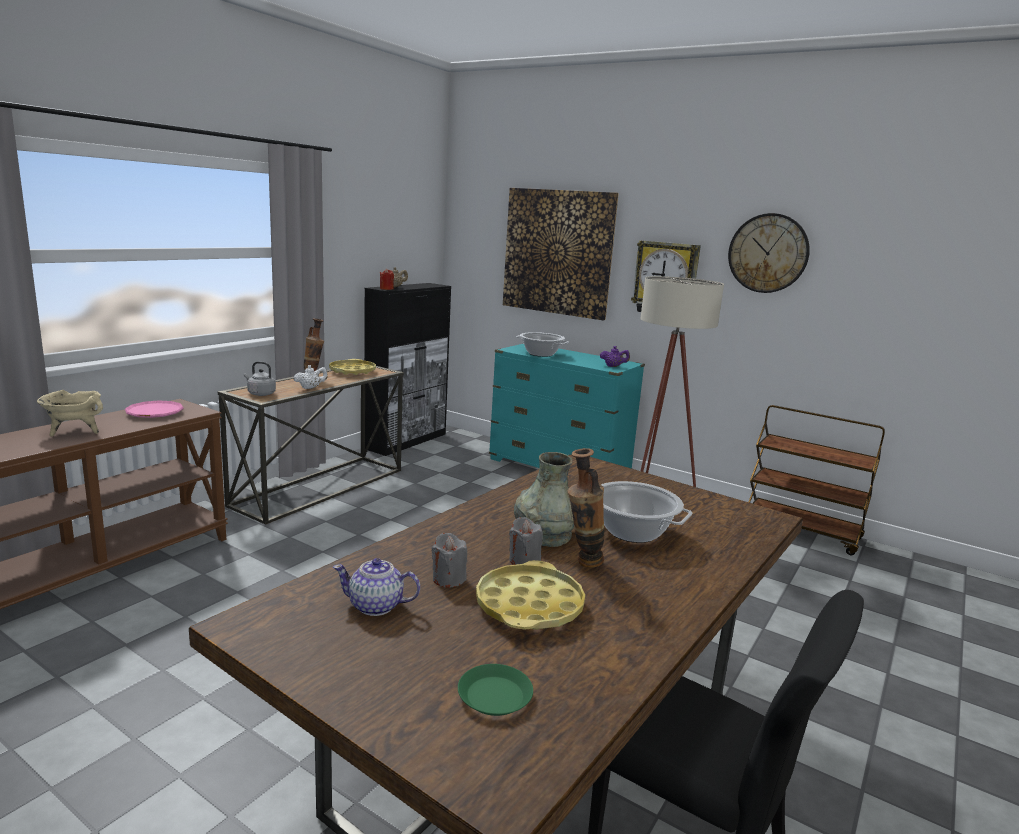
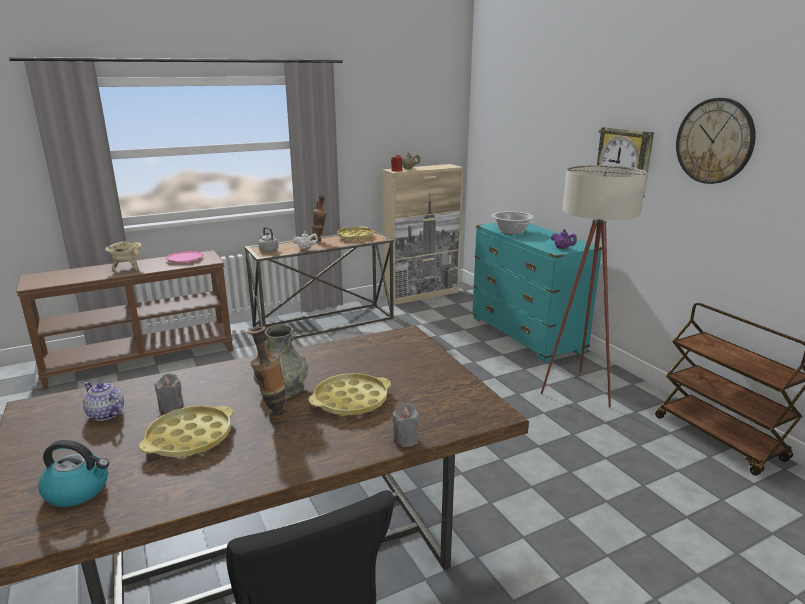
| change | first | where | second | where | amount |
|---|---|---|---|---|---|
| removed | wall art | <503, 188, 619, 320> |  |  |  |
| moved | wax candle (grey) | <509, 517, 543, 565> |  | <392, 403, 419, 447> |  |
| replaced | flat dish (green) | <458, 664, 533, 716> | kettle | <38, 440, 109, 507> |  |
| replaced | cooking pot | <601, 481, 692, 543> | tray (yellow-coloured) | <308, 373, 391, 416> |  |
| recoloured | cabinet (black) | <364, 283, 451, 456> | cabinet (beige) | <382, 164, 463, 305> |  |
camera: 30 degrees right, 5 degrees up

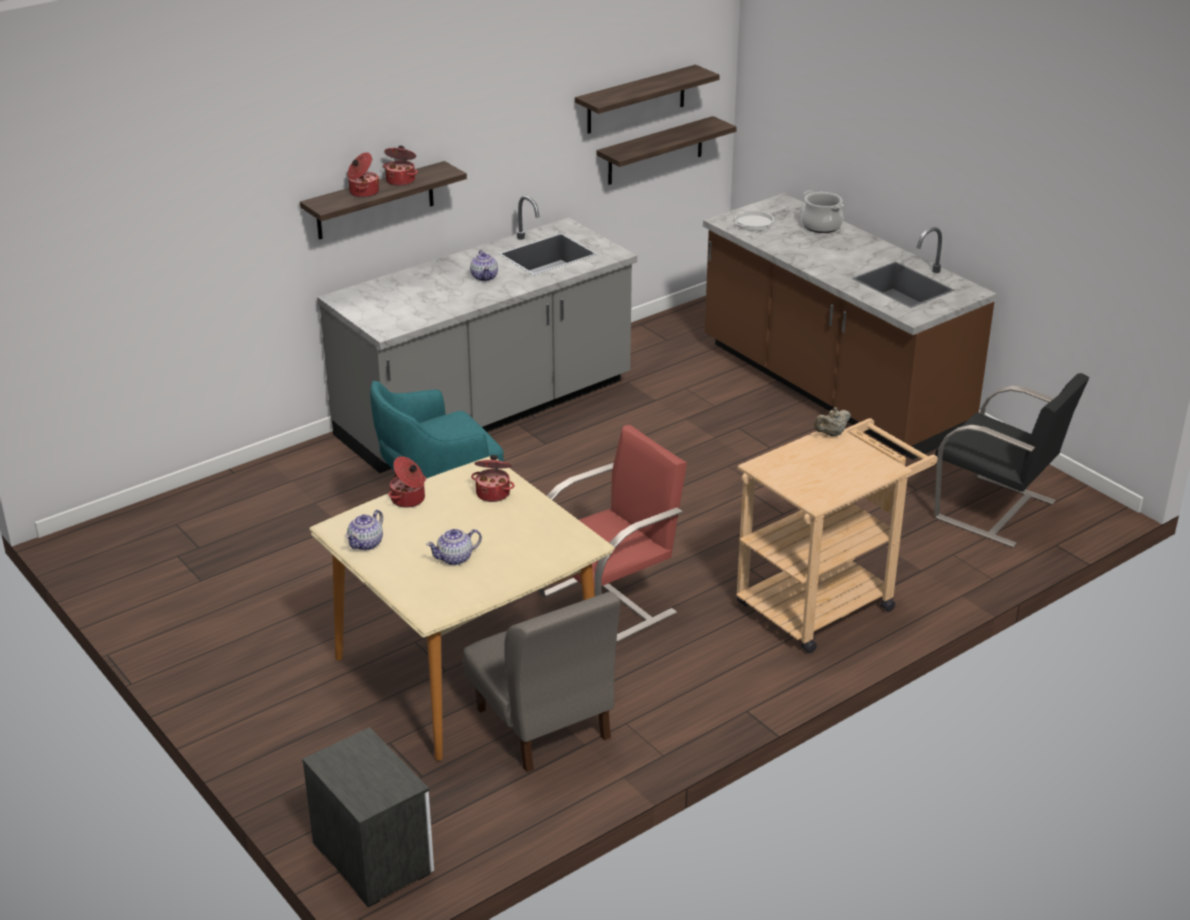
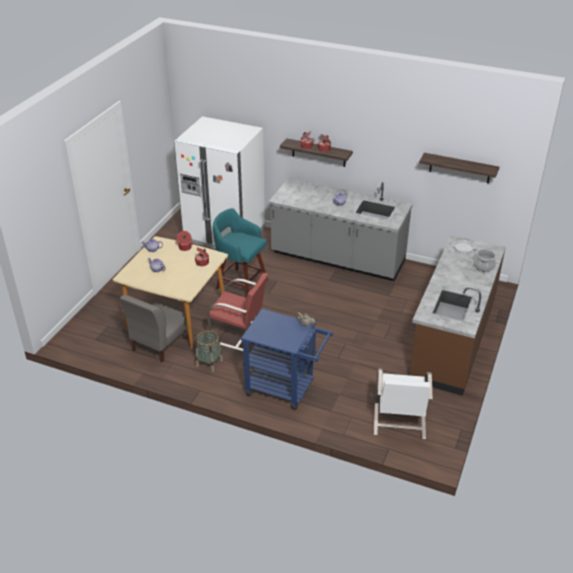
| change | first | where | second | where | amount |
|---|---|---|---|---|---|
| removed | nightstand | <302, 727, 434, 907> |  |  |  |
| removed | shelf | <597, 116, 737, 185> |  |  |  |
| added |  |  | kitchen fridge (white-coloured) | <174, 116, 265, 249> |  |
| added |  |  | household basket | <196, 330, 223, 372> |  |
| recoloured | trolley (beige) | <736, 418, 938, 653> | trolley (bluish) | <241, 309, 333, 410> |  |
| recoloured | upright chair (black) | <934, 373, 1089, 548> | upright chair (white-coloured) | <374, 368, 433, 439> |  |
camera: 60 degrees right, 5 degrees up

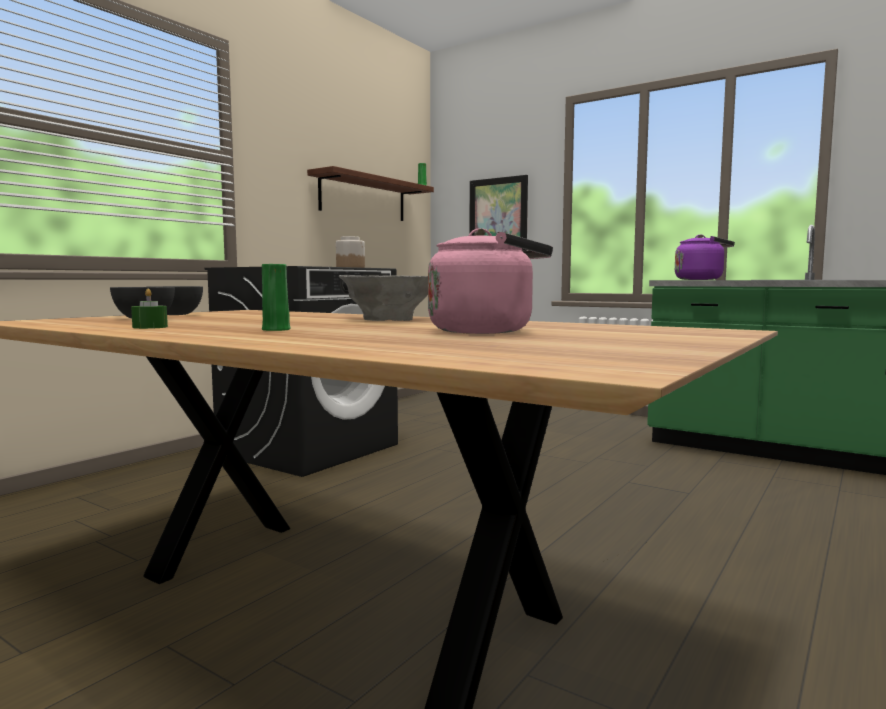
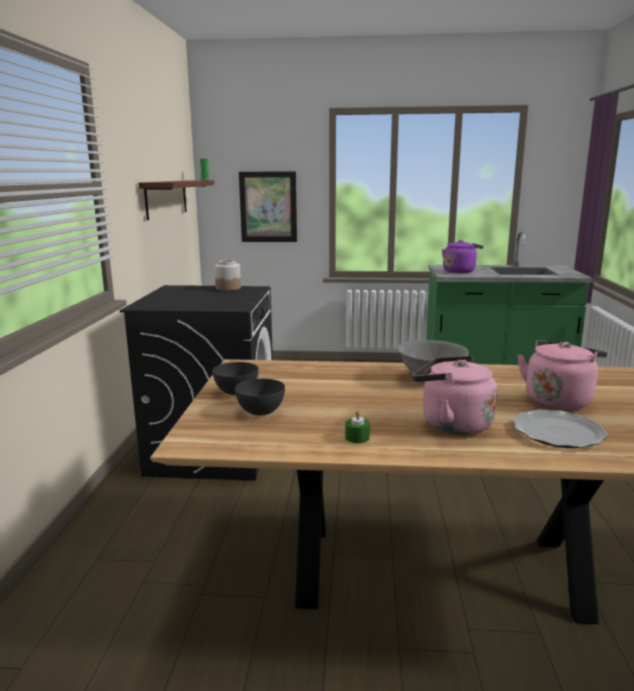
| change | first | where | second | where | amount |
|---|---|---|---|---|---|
| added |  |  | flat dish | <512, 409, 608, 448> |  |
| replaced | decorative vase (green) | <262, 264, 290, 331> | kettle (pink-coloured) | <413, 356, 497, 435> |  |
camera: 30 degrees left, 10 degrees up

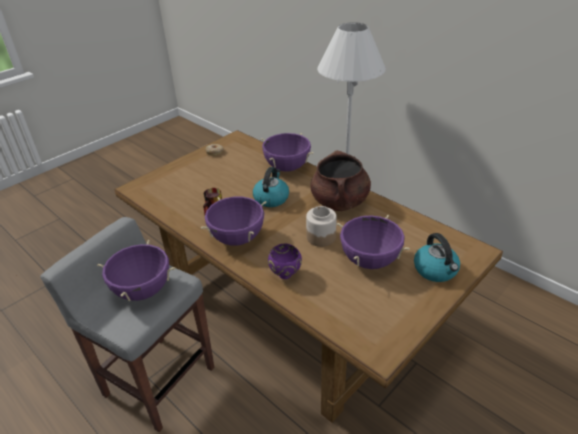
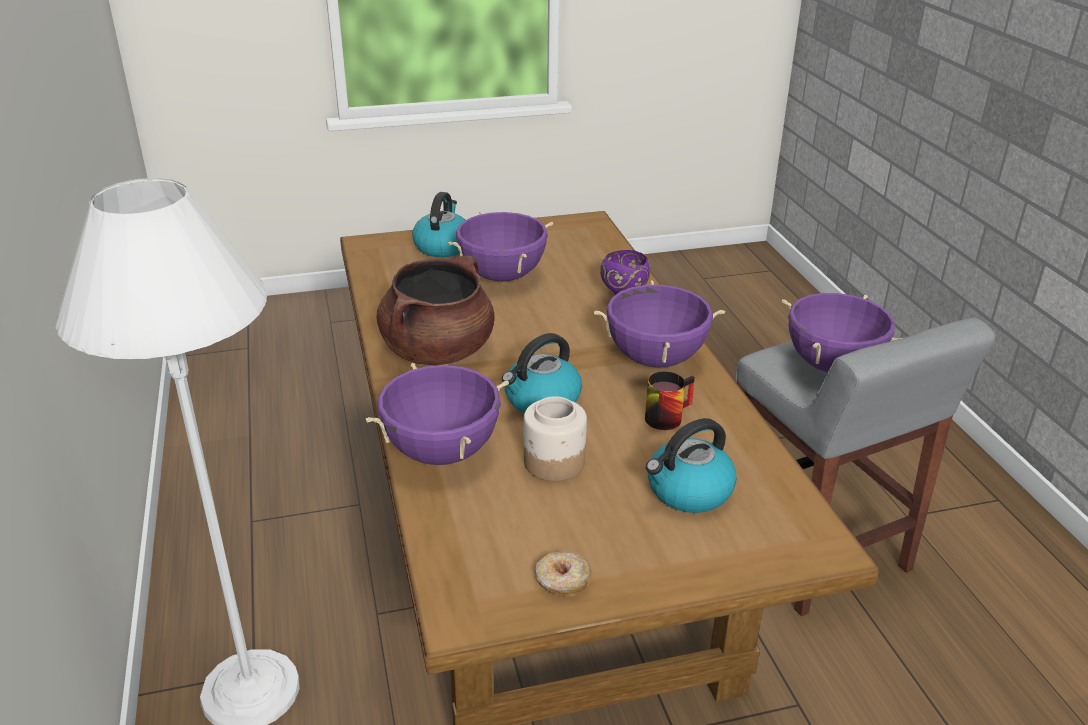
| change | first | where | second | where | amount |
|---|---|---|---|---|---|
| added |  |  | kettle | <646, 418, 737, 513> |  |
| moved | preserve jar | <306, 206, 337, 247> |  | <524, 396, 587, 481> |  |
camera: 150 degrees left, 5 degrees down

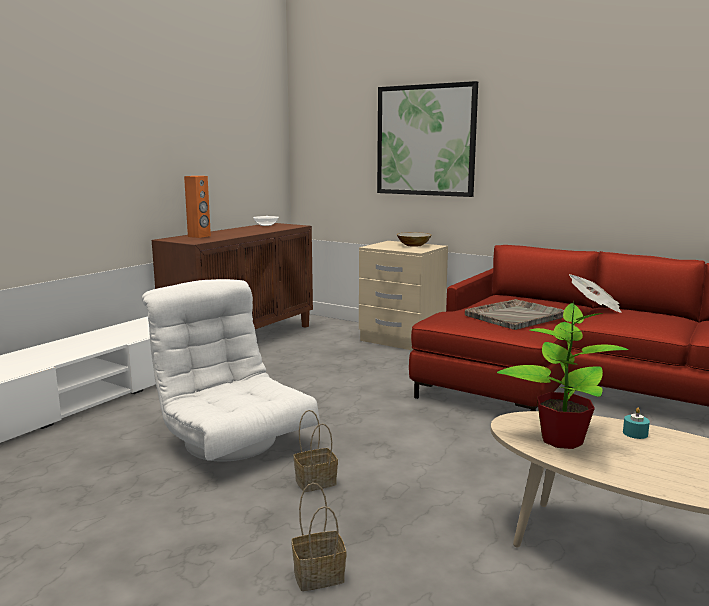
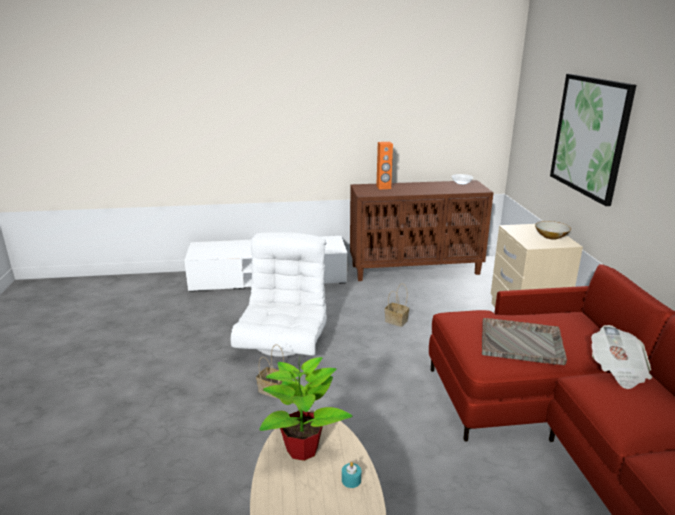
| change | first | where | second | where | amount |
|---|---|---|---|---|---|
| moved | household basket | <291, 483, 347, 591> |  | <385, 284, 409, 327> |  |
camera: 50 degrees right, 10 degrees up

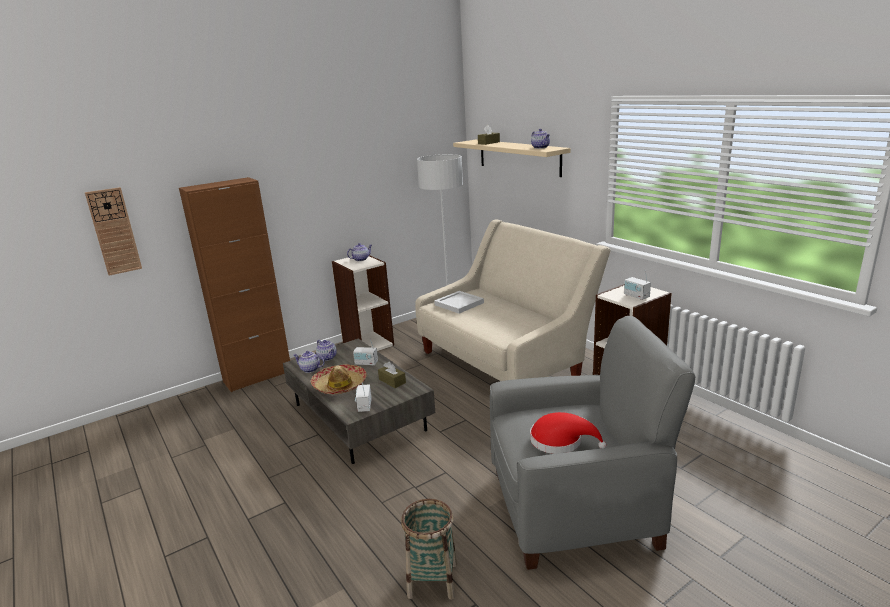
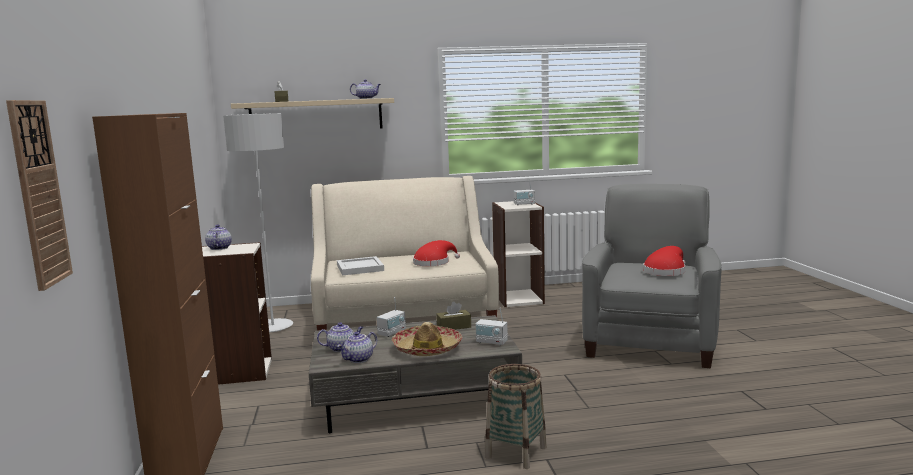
| change | first | where | second | where | amount |
|---|---|---|---|---|---|
| added |  |  | clothing hat (reddish) | <413, 240, 460, 266> |  |
| moved | household basket | <401, 499, 457, 600> |  | <485, 364, 547, 469> |  |
camera: 65 degrees left, 10 degrees down

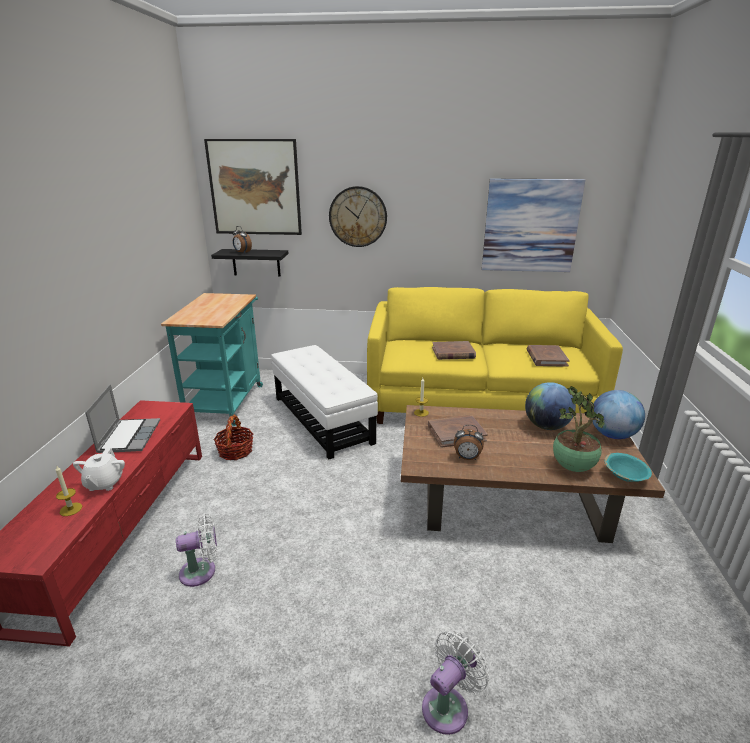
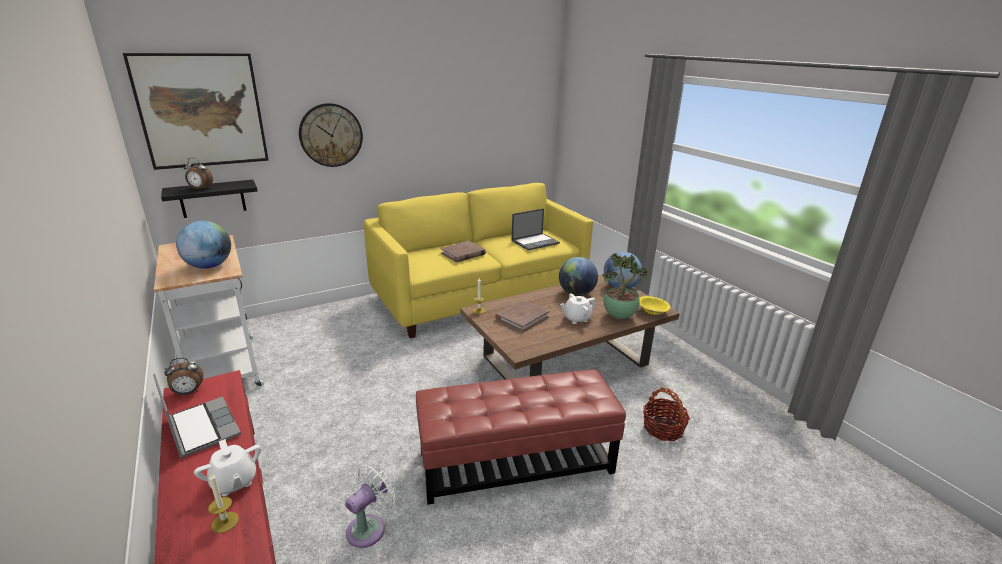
| change | first | where | second | where | amount |
|---|---|---|---|---|---|
| removed | ottoman (white-coloured) | <271, 345, 378, 459> |  |  |  |
| removed | electric fan (white-coloured) | <422, 630, 489, 735> |  |  |  |
| removed | wall art | <482, 179, 585, 272> |  |  |  |
| added |  |  | world globe | <176, 221, 231, 269> |  |
| added |  |  | ottoman (reddish) | <416, 369, 626, 505> |  |
| added |  |  | teapot (white-coloured) | <560, 293, 596, 324> |  |
| moved | household basket | <213, 414, 254, 460> |  | <643, 387, 690, 441> |  |
| moved | table clock | <454, 425, 484, 460> |  | <164, 358, 204, 396> |  |
| replaced | book (brown-coloured) | <527, 345, 570, 367> | notebook computer | <511, 208, 560, 251> |  |
| recoloured | trolley (turquoise-coloured) | <161, 293, 263, 426> | trolley (white-coloured) | <154, 235, 264, 388> |  |
| recoloured | deep dish (turquoise-coloured) | <604, 453, 652, 482> | deep dish (yellow-coloured) | <639, 296, 671, 315> |  |
camera: 35 degrees left, 0 degrees up

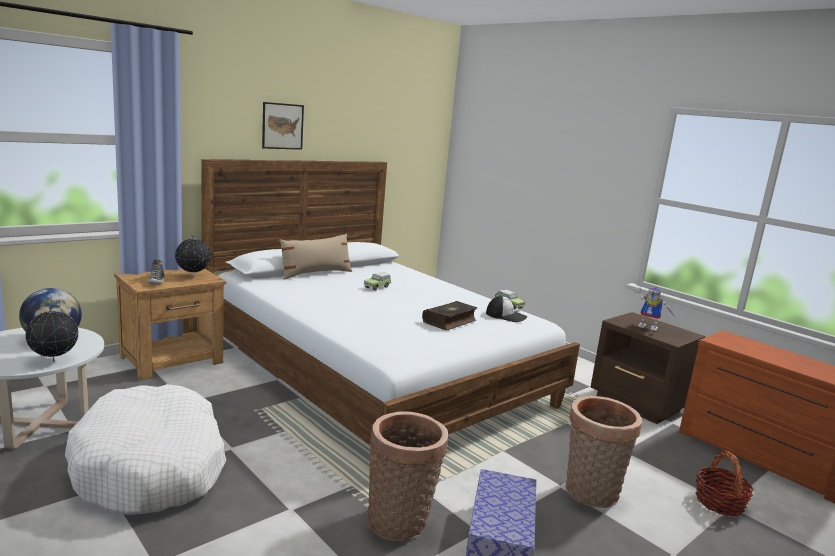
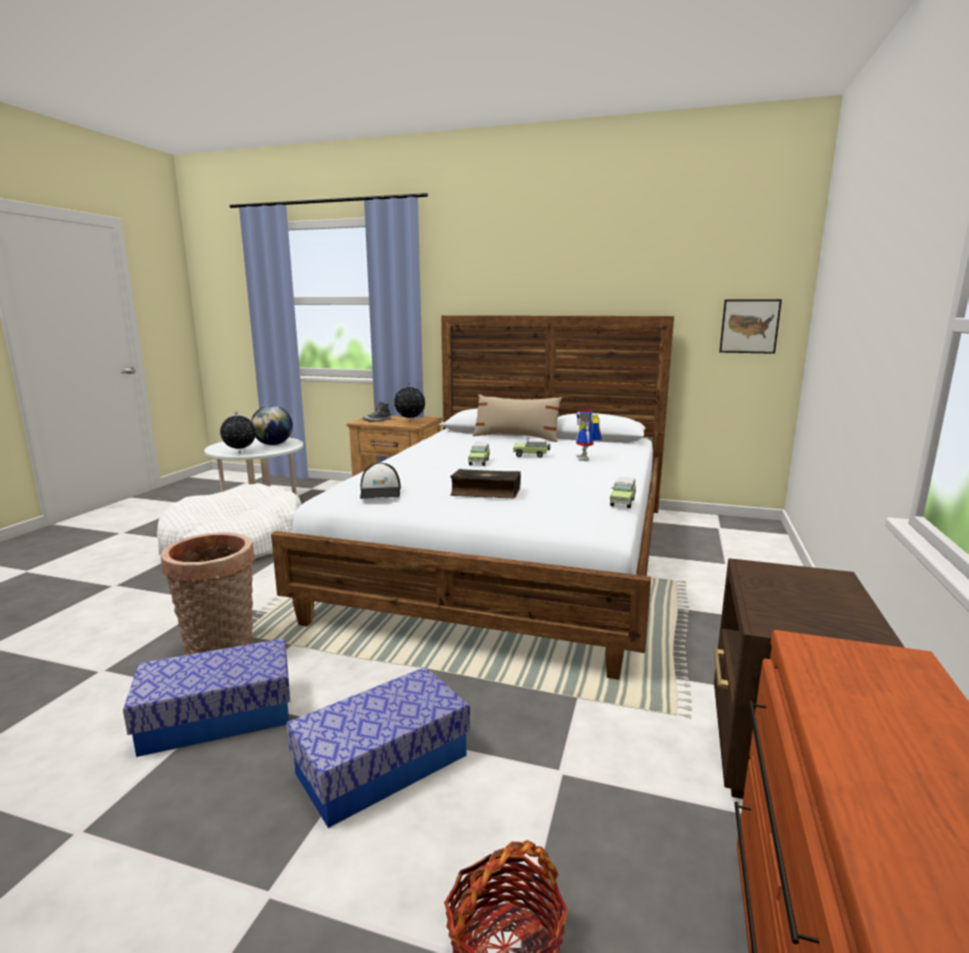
| change | first | where | second | where | amount |
|---|---|---|---|---|---|
| added |  |  | model car | <468, 443, 490, 466> |  |
| moved | wall art | <262, 102, 304, 150> |  | <719, 299, 782, 354> |  |
| moved | peaked cap | <486, 296, 527, 322> |  | <360, 463, 401, 499> |  |
| moved | toy robot | <634, 287, 674, 331> |  | <576, 409, 602, 461> |  |
| replaced | household basket | <566, 396, 642, 508> | storage bin | <286, 667, 470, 828> |  |
camera: 60 degrees right, 0 degrees up

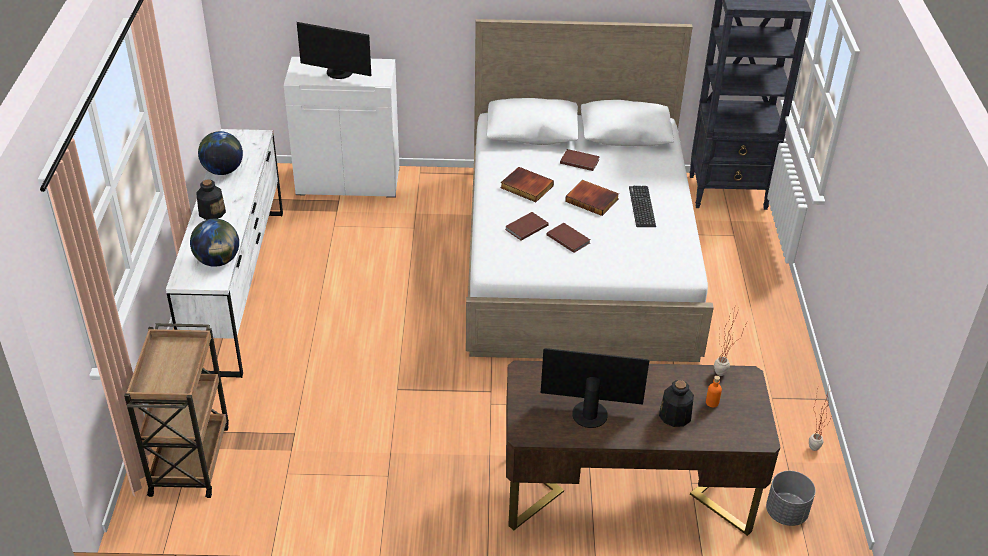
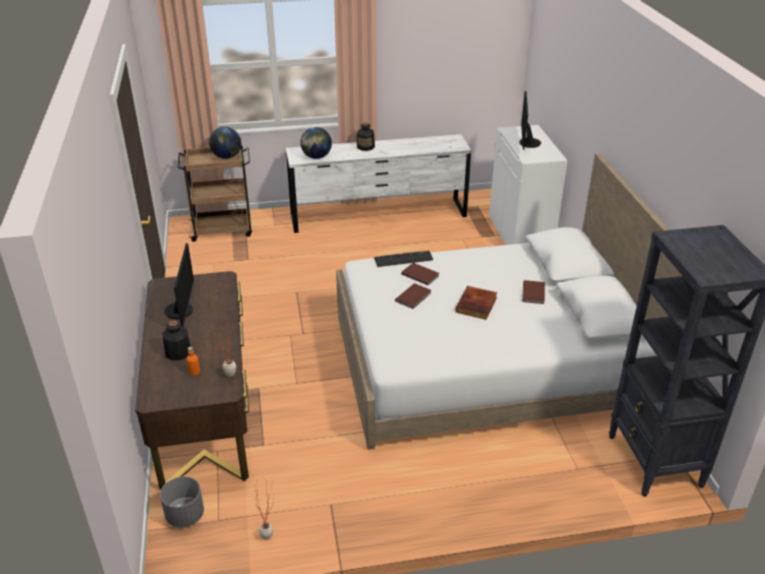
| change | first | where | second | where | amount |
|---|---|---|---|---|---|
| removed | book | <501, 167, 554, 202> |  |  |  |
| moved | world globe | <198, 131, 243, 175> |  | <209, 127, 241, 159> |  |
| moved | PC keyboard | <629, 186, 656, 227> |  | <374, 251, 433, 267> |  |
camera: 80 degrees right, 5 degrees down

